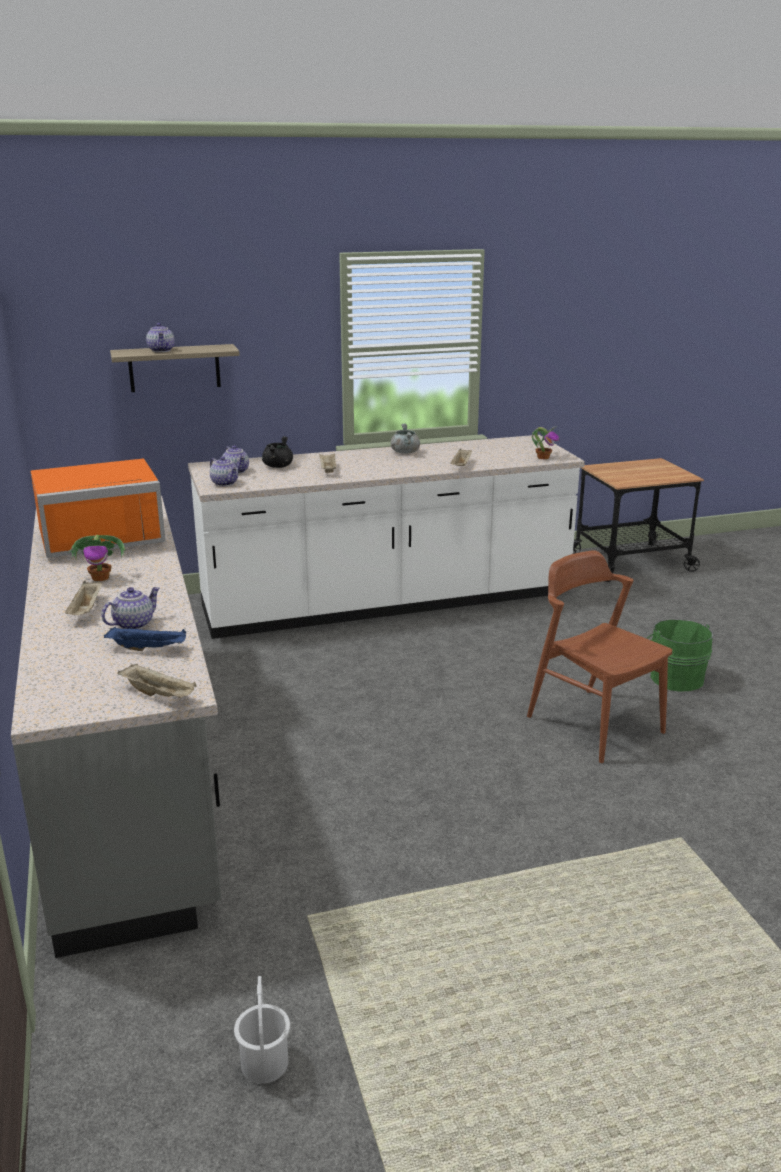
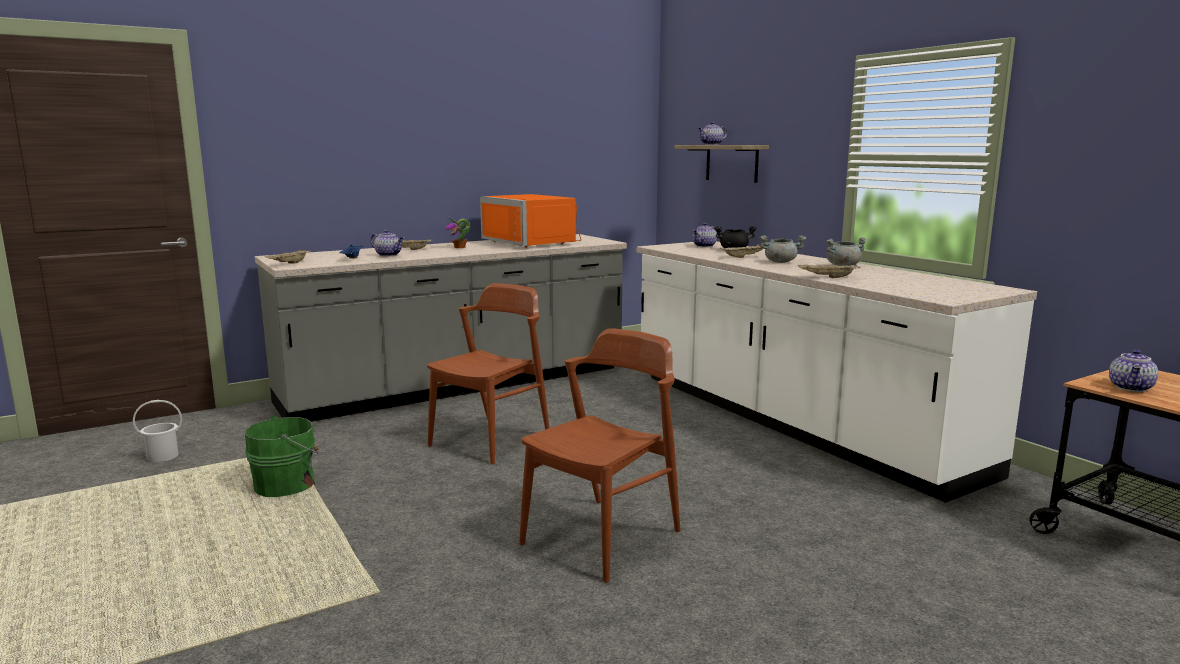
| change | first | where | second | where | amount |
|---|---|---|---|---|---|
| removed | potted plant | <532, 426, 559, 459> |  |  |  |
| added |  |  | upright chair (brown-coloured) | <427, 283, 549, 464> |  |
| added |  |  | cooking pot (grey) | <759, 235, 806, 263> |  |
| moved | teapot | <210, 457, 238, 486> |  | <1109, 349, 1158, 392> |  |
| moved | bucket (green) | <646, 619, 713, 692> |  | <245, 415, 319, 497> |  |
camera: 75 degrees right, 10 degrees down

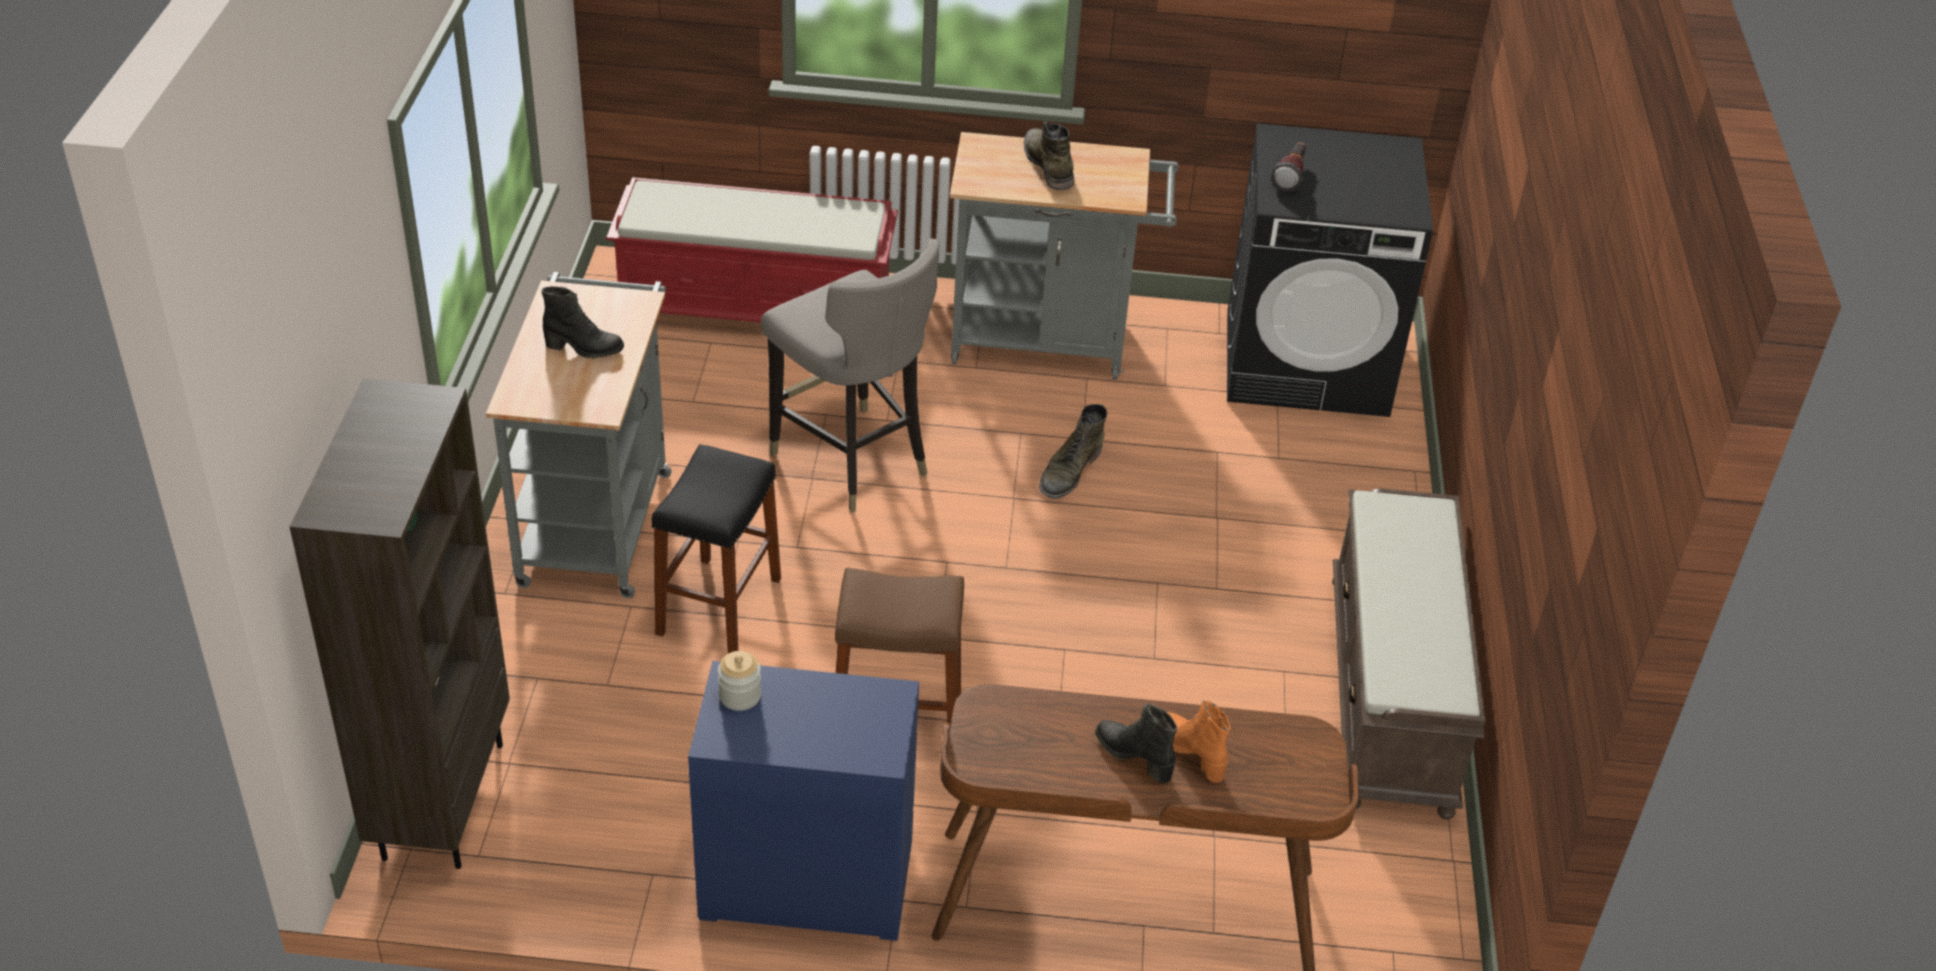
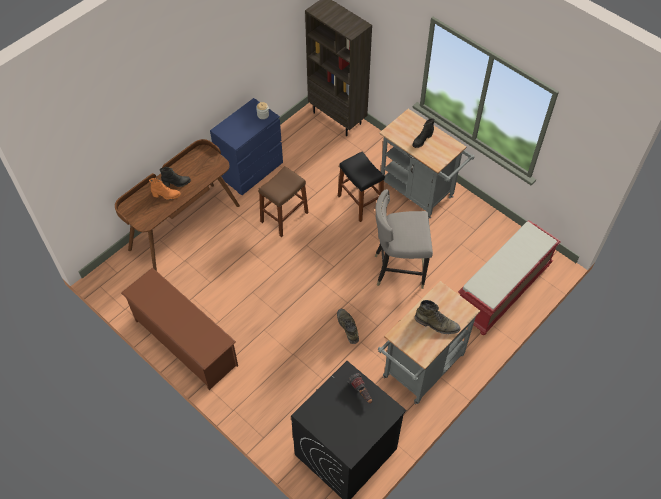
| change | first | where | second | where | amount |
|---|---|---|---|---|---|
| replaced | bench (brown-coloured) | <1332, 489, 1486, 820> | shoe stand (brown-coloured) | <121, 267, 238, 390> |  |
camera: 130 degrees right, 15 degrees up

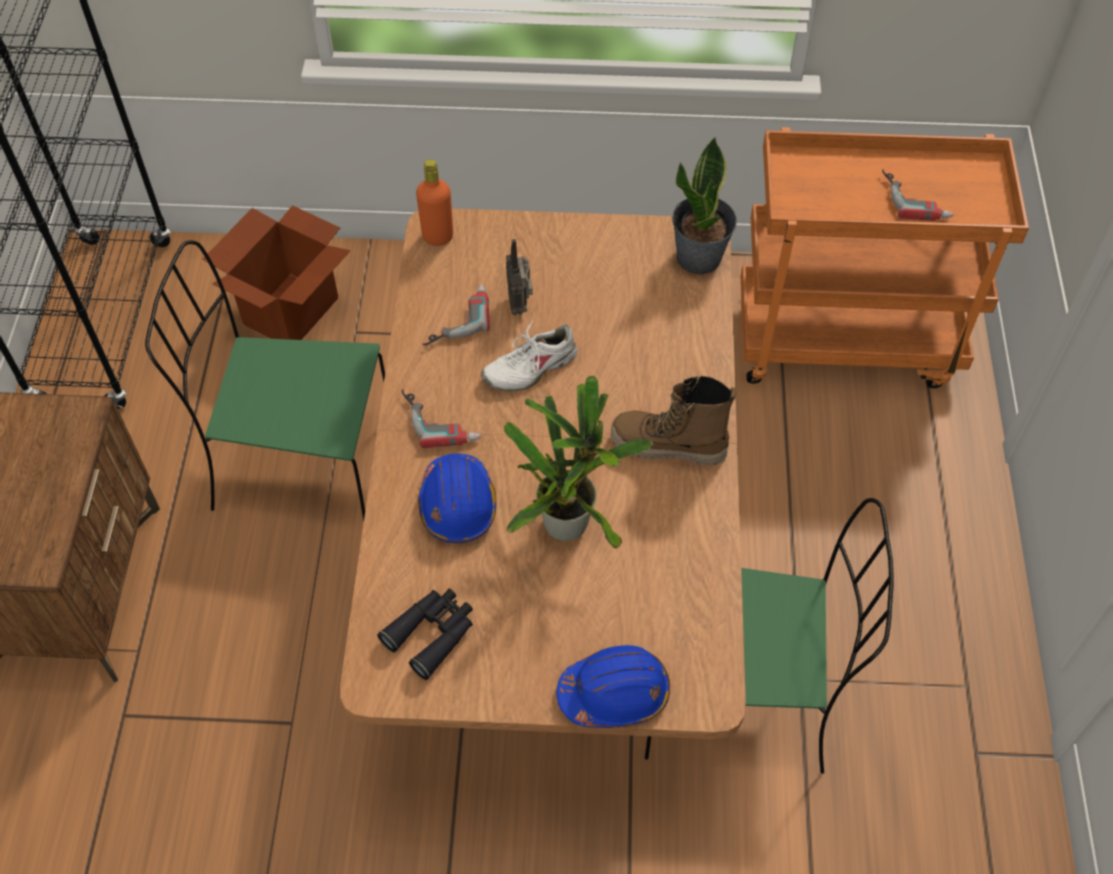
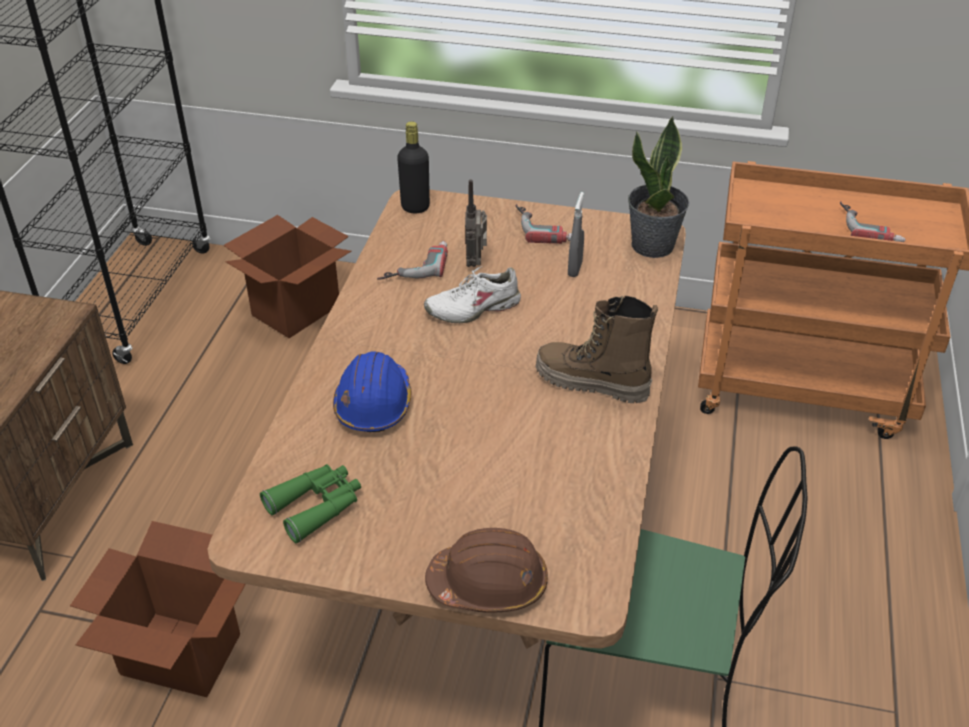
| change | first | where | second | where | amount |
|---|---|---|---|---|---|
| removed | upright chair (green) | <145, 240, 385, 522> |  |  |  |
| removed | potted plant | <504, 376, 653, 549> |  |  |  |
| added |  |  | cardboard box | <70, 521, 246, 697> |  |
| added |  |  | hand sprayer (grey) | <568, 192, 584, 277> |  |
| moved | power drill | <402, 389, 481, 448> |  | <515, 204, 572, 244> |  |
| recoloured | field glasses (black) | <377, 589, 473, 680> | field glasses (green) | <260, 464, 361, 544> |  |
| recoloured | bottle (orange-coloured) | <416, 159, 453, 246> | bottle (black) | <397, 121, 430, 213> |  |
| recoloured | safety helmet (bluish) | <556, 645, 670, 728> | safety helmet (brown-coloured) | <425, 528, 548, 613> |  |
camera: 10 degrees right, 15 degrees down

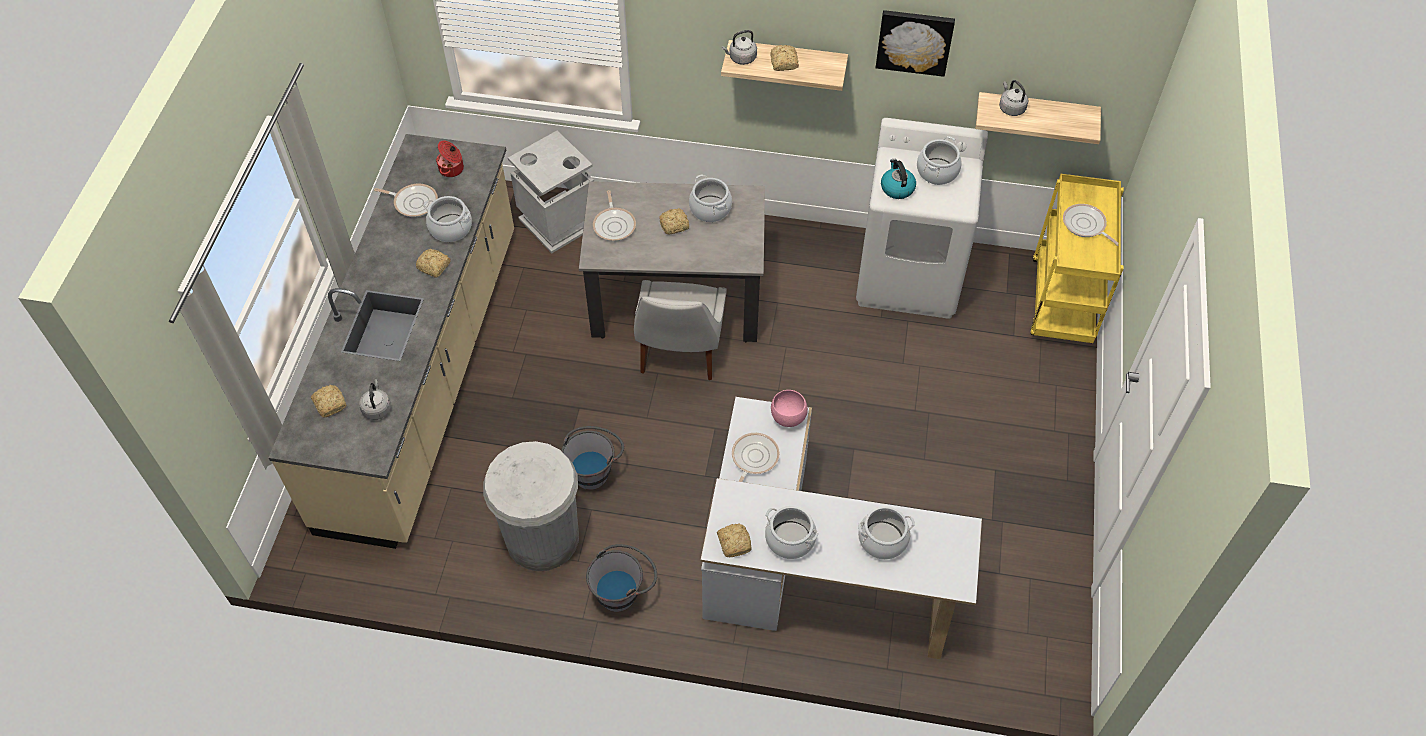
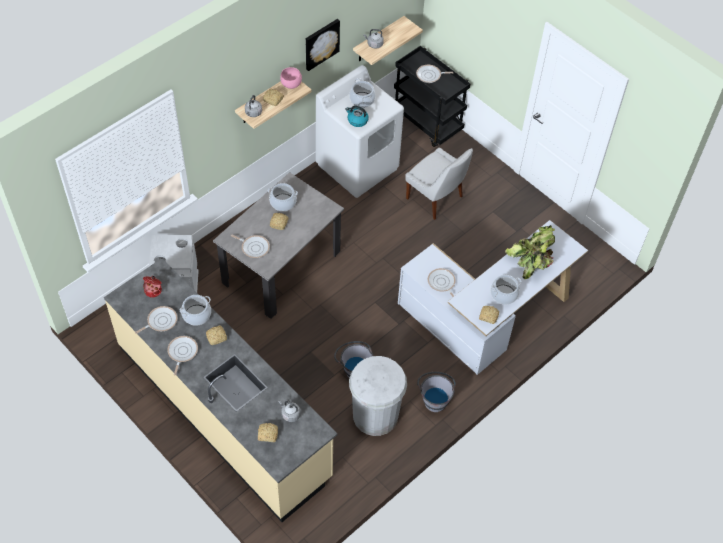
| change | first | where | second | where | amount |
|---|---|---|---|---|---|
| added |  |  | skillet | <167, 336, 198, 375> |  |
| moved | upright chair (white-coloured) | <634, 280, 727, 380> |  | <405, 148, 473, 220> |  |
| moved | deep dish (pink-coloured) | <771, 390, 808, 427> |  | <280, 67, 302, 89> |  |
| replaced | cooking pot | <858, 506, 915, 560> | potted plant | <505, 225, 555, 279> |  |
| recoloured | trolley (yellow-coloured) | <1030, 174, 1124, 343> | trolley (black) | <394, 46, 470, 147> |  |
camera: 55 degrees left, 0 degrees up

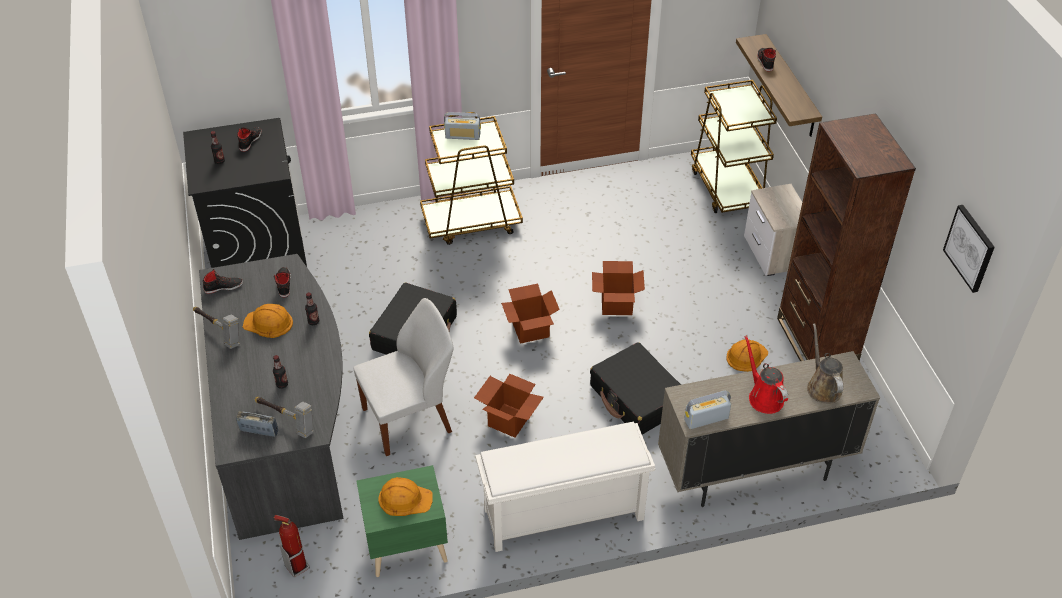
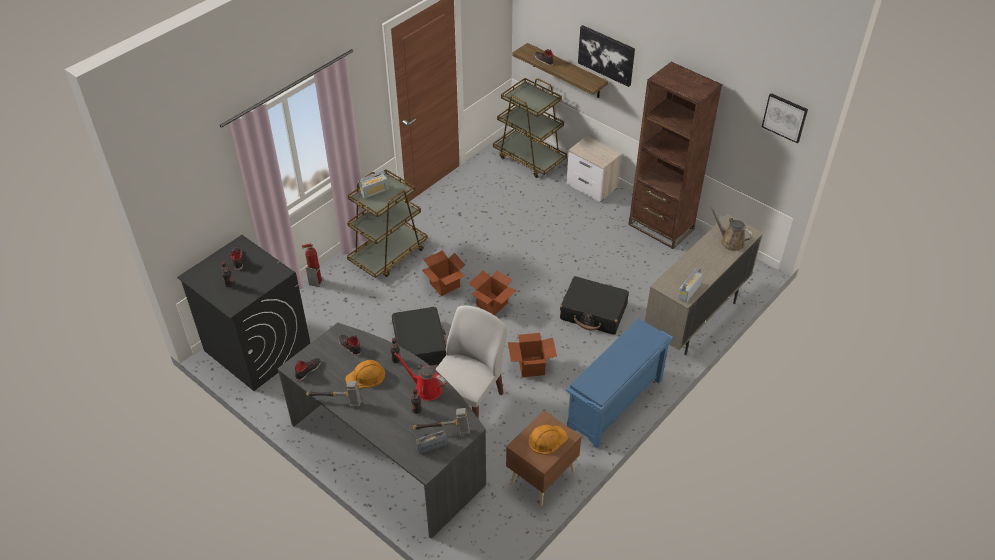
| change | first | where | second | where | amount |
|---|---|---|---|---|---|
| removed | safety helmet (orange-coloured) | <726, 339, 768, 372> |  |  |  |
| added |  |  | wall art | <578, 25, 635, 87> |  |
| moved | fire extinguisher | <274, 515, 310, 578> |  | <302, 243, 324, 287> |  |
| moved | cardboard box | <592, 261, 645, 315> |  | <422, 250, 465, 296> |  |
| moved | watering can (reddish) | <744, 335, 788, 414> |  | <394, 353, 446, 401> |  |
| recoloured | nightstand (green) | <356, 465, 448, 577> | nightstand (brown-coloured) | <506, 411, 581, 506> |  |
| recoloured | shoe stand (white-coloured) | <475, 422, 655, 552> | shoe stand (bluish) | <566, 319, 673, 448> |  |
camera: 35 degrees left, 0 degrees up

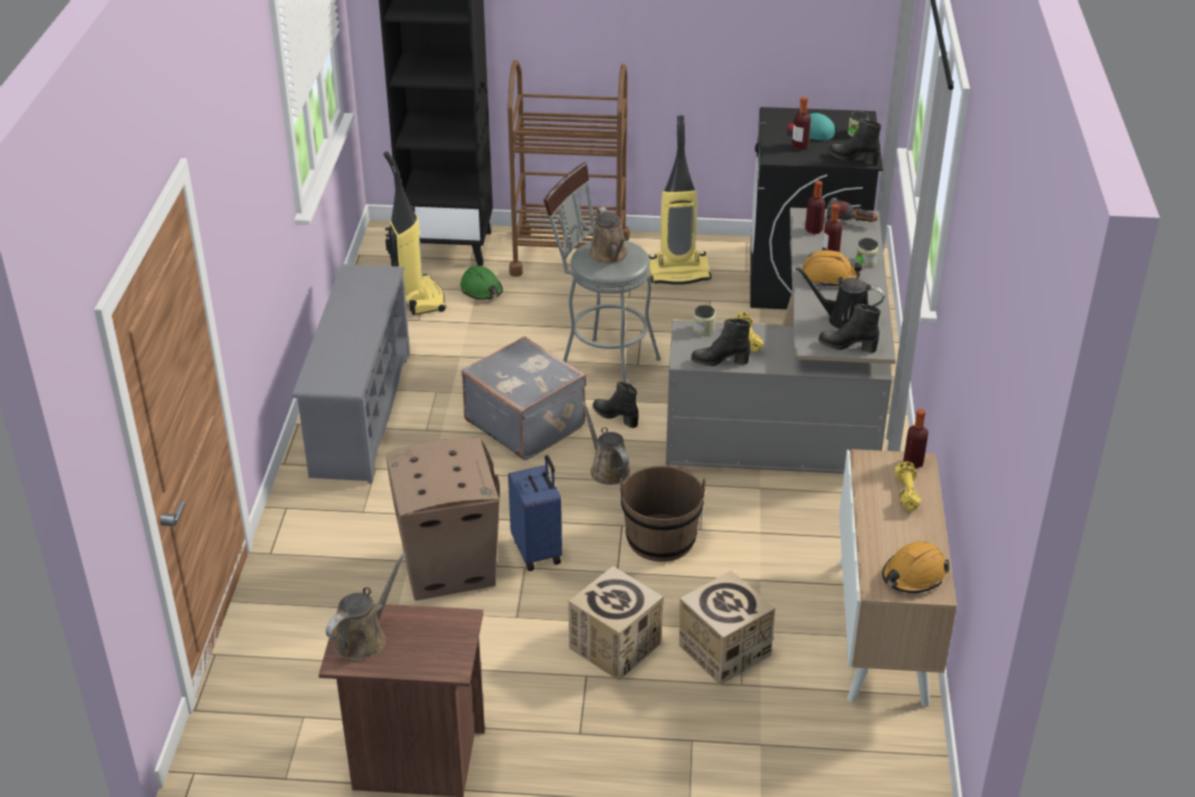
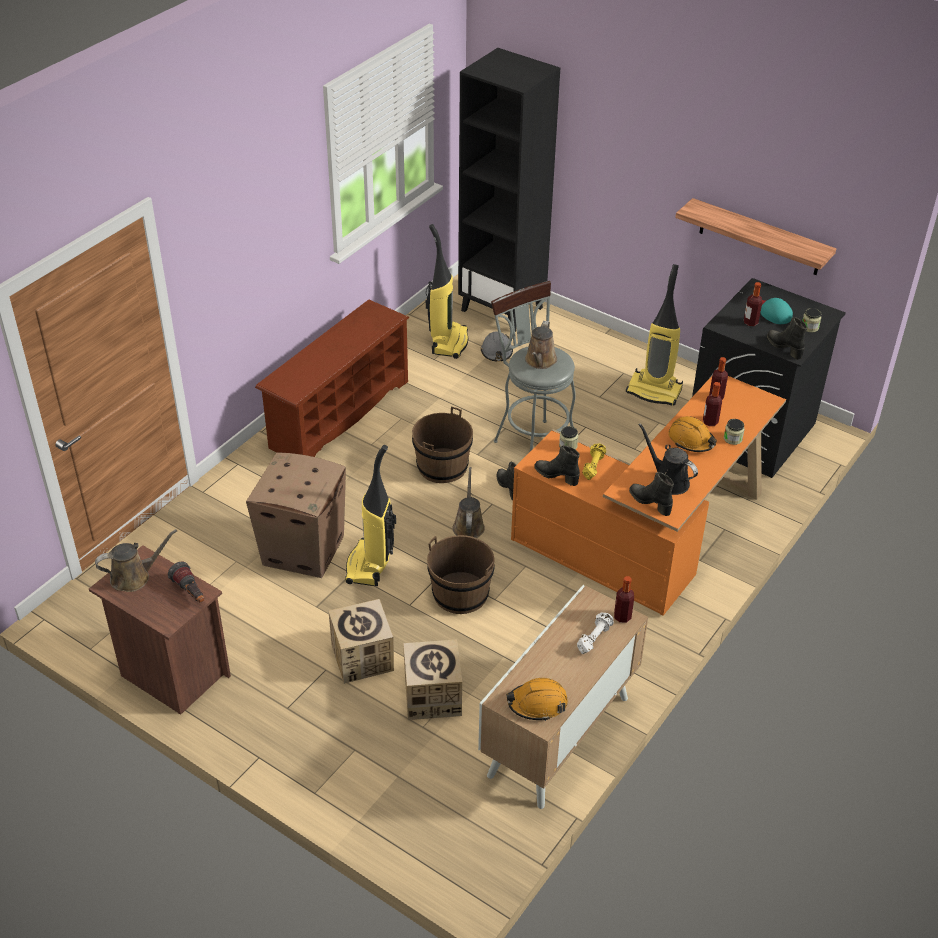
| change | first | where | second | where | amount |
|---|---|---|---|---|---|
| removed | trolley (brown-coloured) | <507, 60, 630, 277> |  |  |  |
| added |  |  | shelf | <675, 198, 836, 275> |  |
| moved | flashlight | <827, 198, 878, 222> |  | <168, 561, 204, 602> |  |
| replaced | piece of luggage (grey) | <461, 337, 587, 460> | bucket (brown-coloured) | <412, 407, 473, 483> |  |
| replaced | piece of luggage (bluish) | <508, 455, 562, 571> | vacuum cleaner | <345, 445, 396, 586> |  |
| recoloured | shoe stand (grey) | <292, 264, 410, 484> | shoe stand (brown-coloured) | <255, 300, 410, 457> |  |
| recoloured | safety helmet (green) | <460, 266, 503, 300> | safety helmet (grey) | <480, 331, 513, 361> |  |
| recoloured | desk (grey) | <666, 207, 896, 474> | desk (orange-coloured) | <511, 376, 786, 616> |  |
| recoloured | dumbbell (yellow-coloured) | <894, 461, 922, 512> | dumbbell (white-coloured) | <577, 612, 614, 654> |  |
camera: 30 degrees right, 5 degrees up

